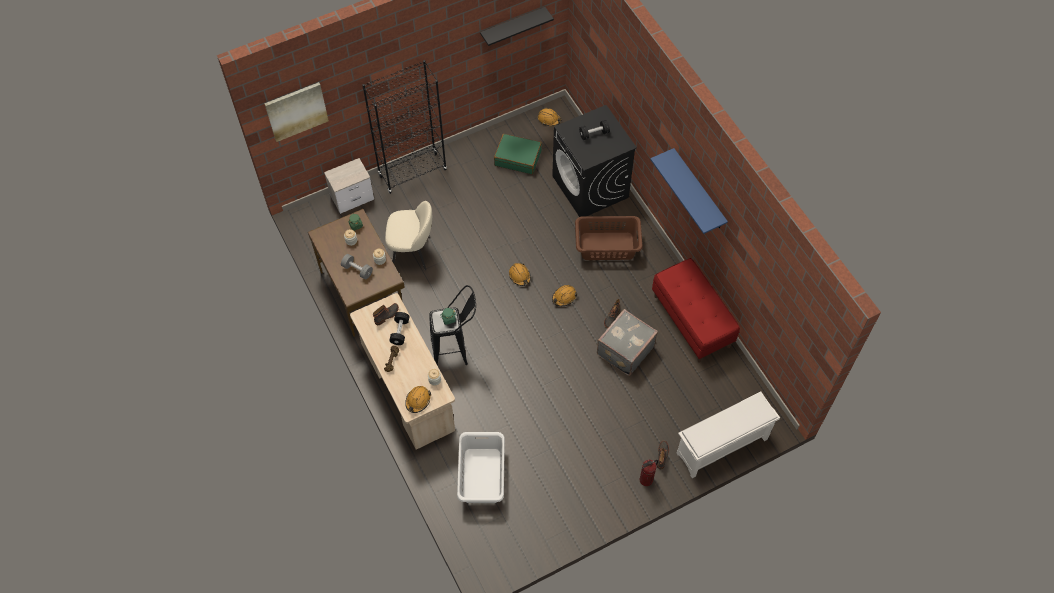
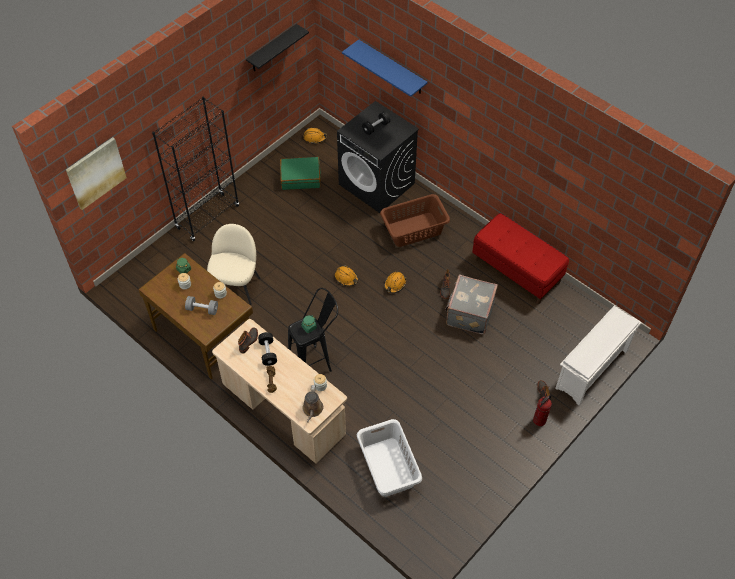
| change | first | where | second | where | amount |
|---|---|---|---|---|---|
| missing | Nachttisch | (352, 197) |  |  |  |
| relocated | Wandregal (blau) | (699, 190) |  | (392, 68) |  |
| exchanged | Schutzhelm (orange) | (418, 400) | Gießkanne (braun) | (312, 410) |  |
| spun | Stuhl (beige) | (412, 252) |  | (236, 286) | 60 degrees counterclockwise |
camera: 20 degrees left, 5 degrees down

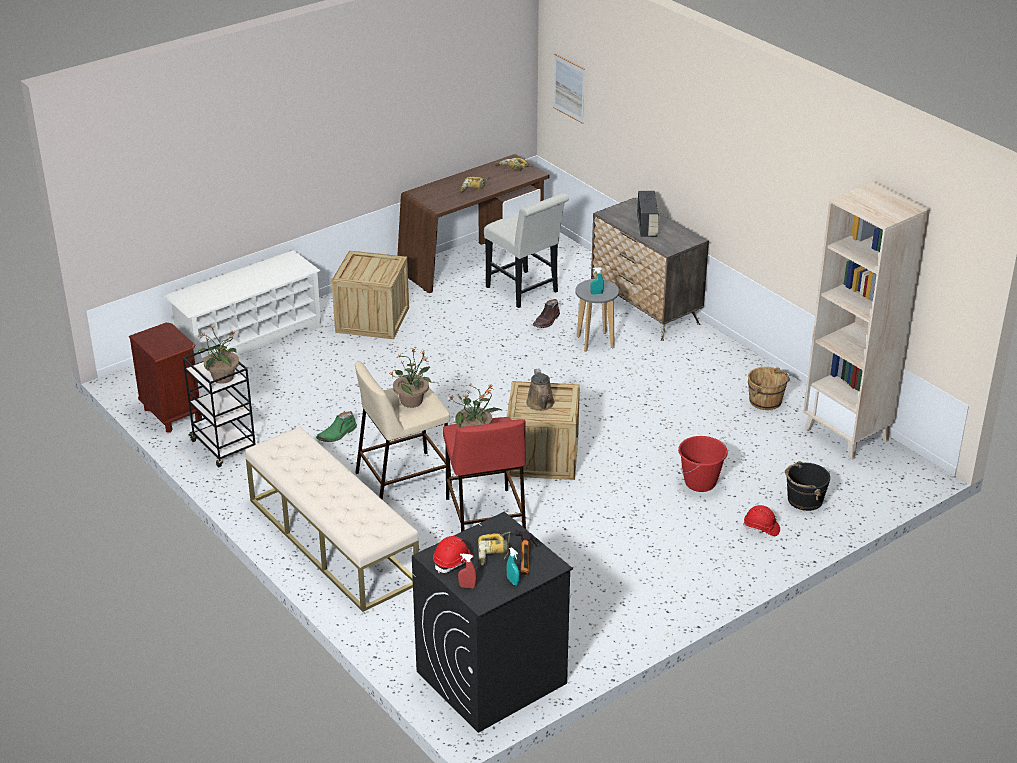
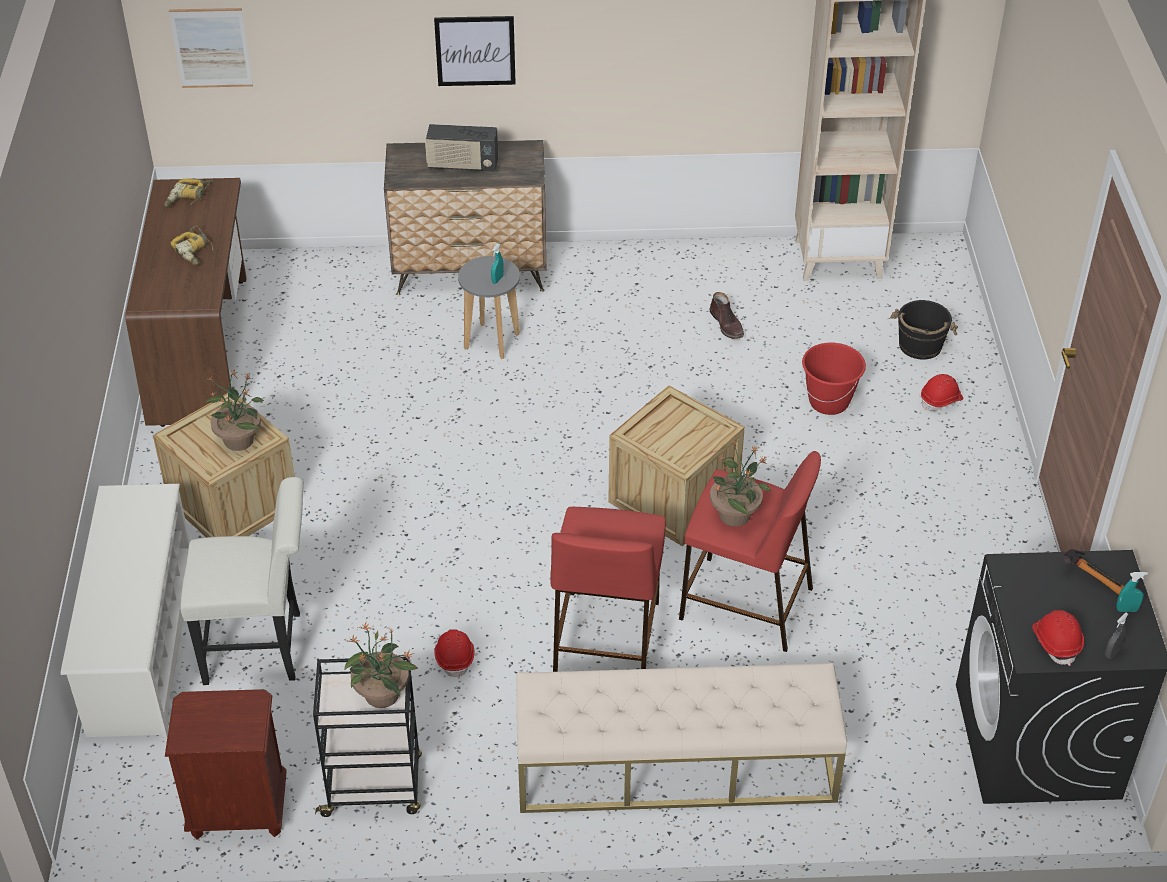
| change | first | where | second | where | amount |
|---|---|---|---|---|---|
| missing | Bohrmaschine | (494, 553) |  |  |  |
| missing | Gießkanne (braun) | (541, 404) |  |  |  |
| missing | Eimer (braun) | (766, 401) |  |  |  |
| appeared |  |  | Bild | (475, 50) |  |
| relocated | Topfpflanze | (412, 401) |  | (239, 439) |  |
| relocated | Stuhl (weiß) | (525, 291) |  | (262, 647) |  |
| relocated | Stiefel (braun) | (546, 321) |  | (727, 324) |  |
| exchanged | Stiefel (grün) | (337, 434) | Schutzhelm (rot) | (455, 657) |  |
| colour | Hocker (beige) | (404, 478) | Hocker (rot) | (606, 638) |  |
| colour | Sprühflasche (rot) | (467, 586) | Sprühflasche (grau) | (1112, 652) |  |
| spun | Radio | (647, 226) |  | (462, 165) | 150 degrees clockwise |
camera: 55 degrees left, 10 degrees up

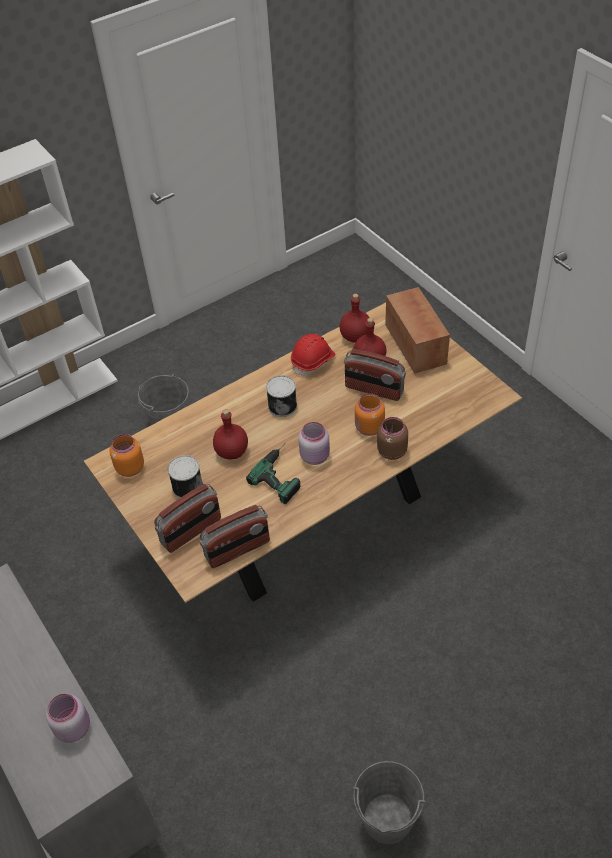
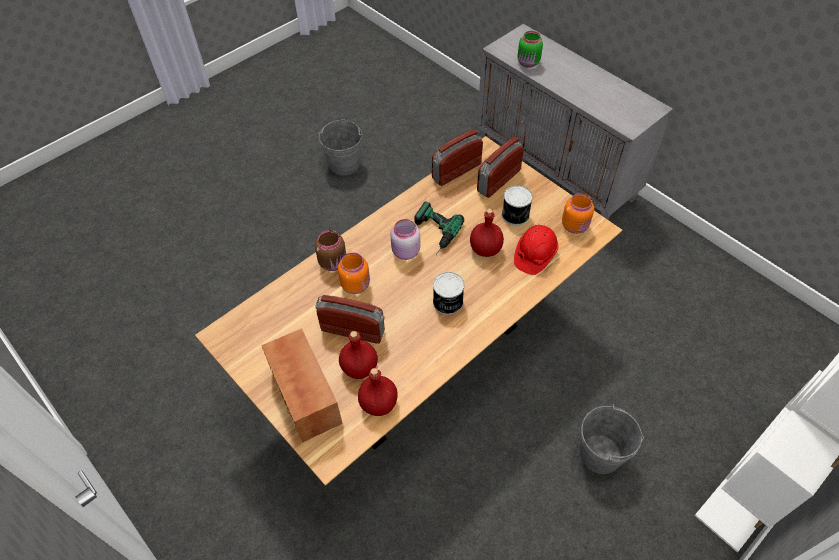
| change | first | where | second | where | amount |
|---|---|---|---|---|---|
| relocated | Schutzhelm (rot) | (313, 361) |  | (534, 255) |  |
| colour | Vorratsglas (rosa) | (73, 727) | Vorratsglas (grün) | (528, 63) |  |
camera: 170 degrees right, 5 degrees up

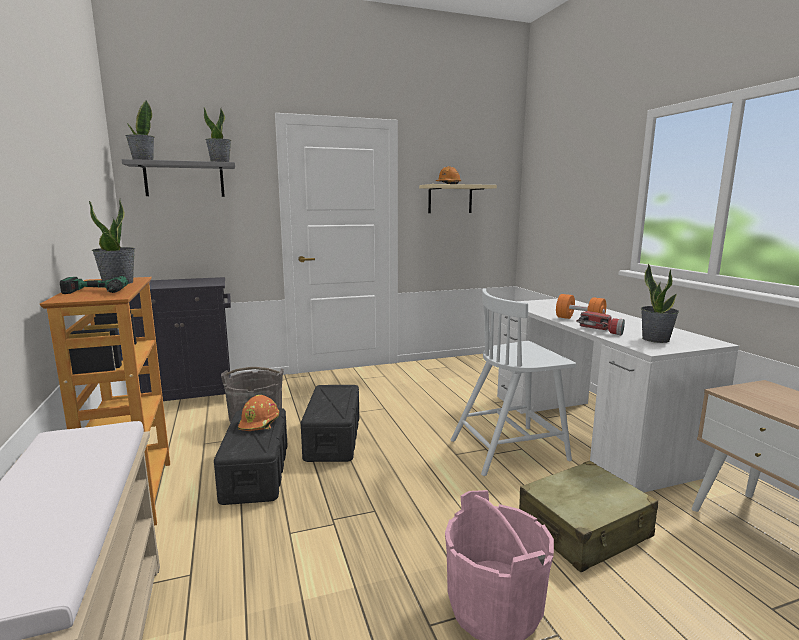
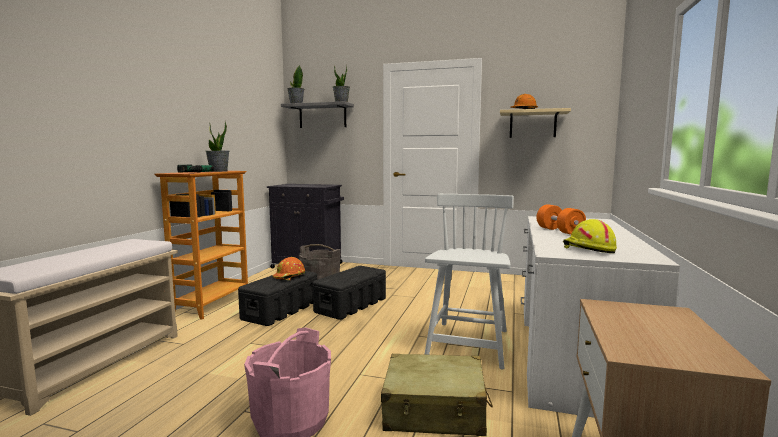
| change | first | where | second | where | amount |
|---|---|---|---|---|---|
| missing | Taschenlampe | (601, 330) |  |  |  |
| exchanged | Topfpflanze | (655, 339) | Schutzhelm (gelb) | (588, 249) |  |
| spun | Stuhl (weiß) | (510, 449) |  | (468, 345) | 90 degrees clockwise |
camera: 35 degrees right, 5 degrees down

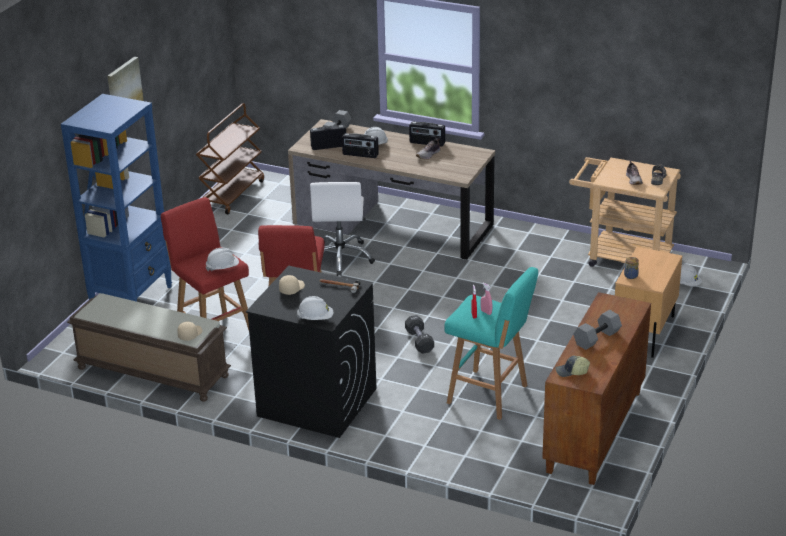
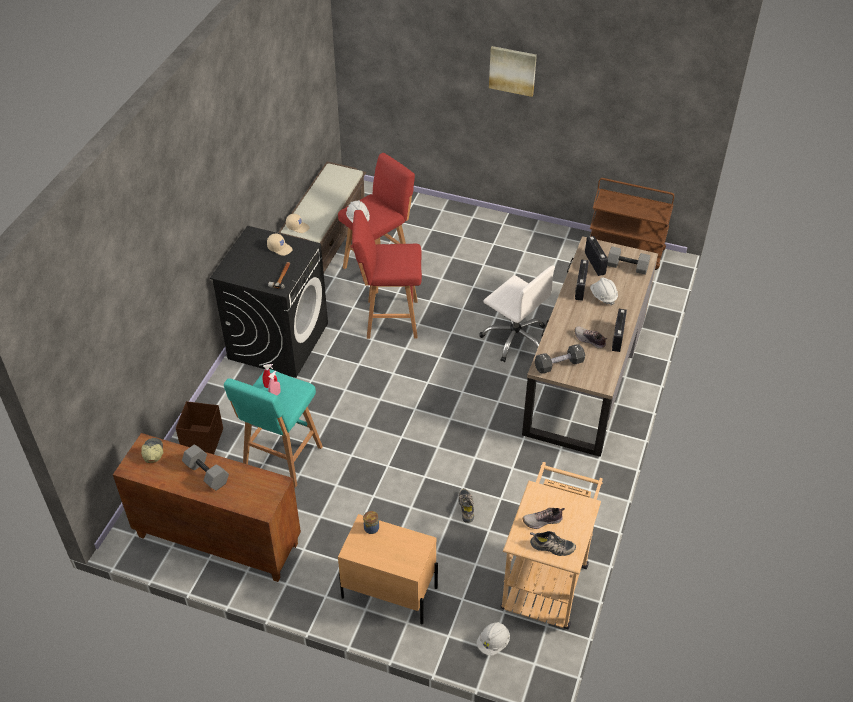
| change | first | where | second | where | amount |
|---|---|---|---|---|---|
| missing | Bücherregal (blau) | (132, 297) |  |  |  |
| missing | Schutzhelm (weiß) | (315, 318) |  |  |  |
| appeared |  |  | Aufbewahrungsbox (braun) | (203, 439) |  |
| appeared |  |  | Schuh | (467, 507) |  |
| relocated | Hantel (schwarz) | (419, 341) |  | (559, 365) |  |
| spun | Bürostuhl (weiß) | (341, 258) |  | (515, 338) | 135 degrees counterclockwise |
camera: 85 degrees right, 15 degrees up

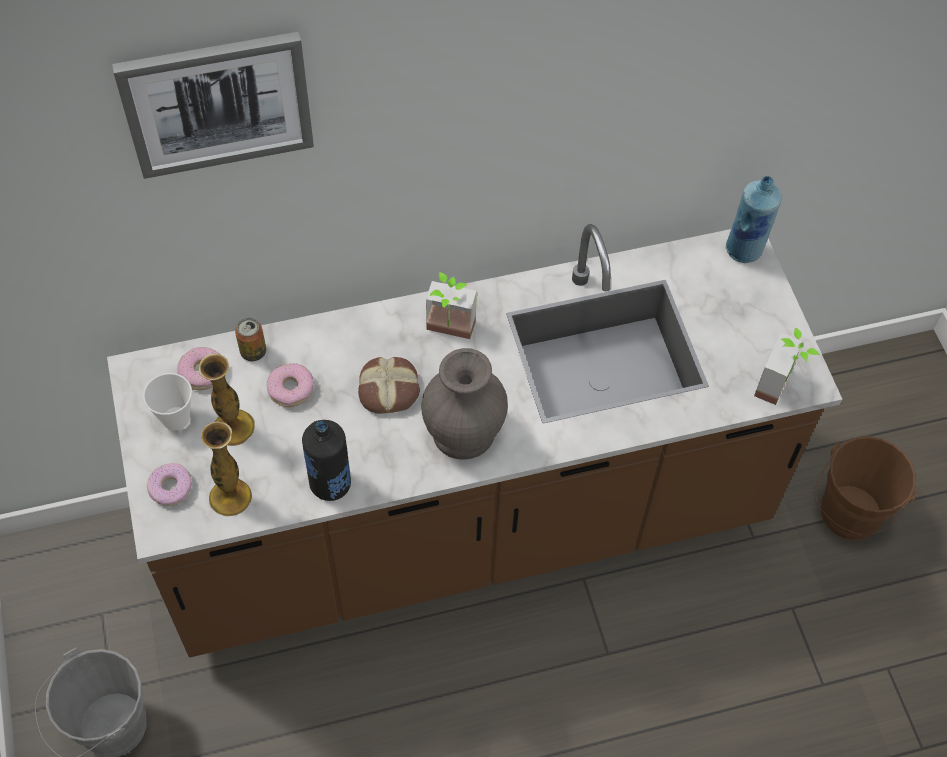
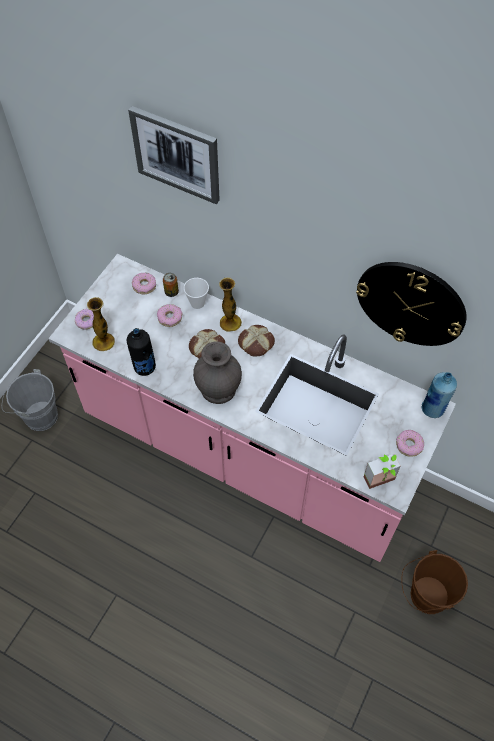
| change | first | where | second | where | amount |
|---|---|---|---|---|---|
| appeared |  |  | Wanduhr | (411, 303) |  |
| appeared |  |  | Donut | (409, 445) |  |
| relocated | Tasse | (175, 418) |  | (197, 303) |  |
| relocated | Vase | (233, 427) |  | (230, 322) |  |
| exchanged | Topfpflanze | (448, 333) | Brot | (256, 343) |  |
| colour | Küchenzeile (braun) | (468, 527) | Küchenzeile (rosa) | (247, 454) |  |
camera: 45 degrees right, 0 degrees up

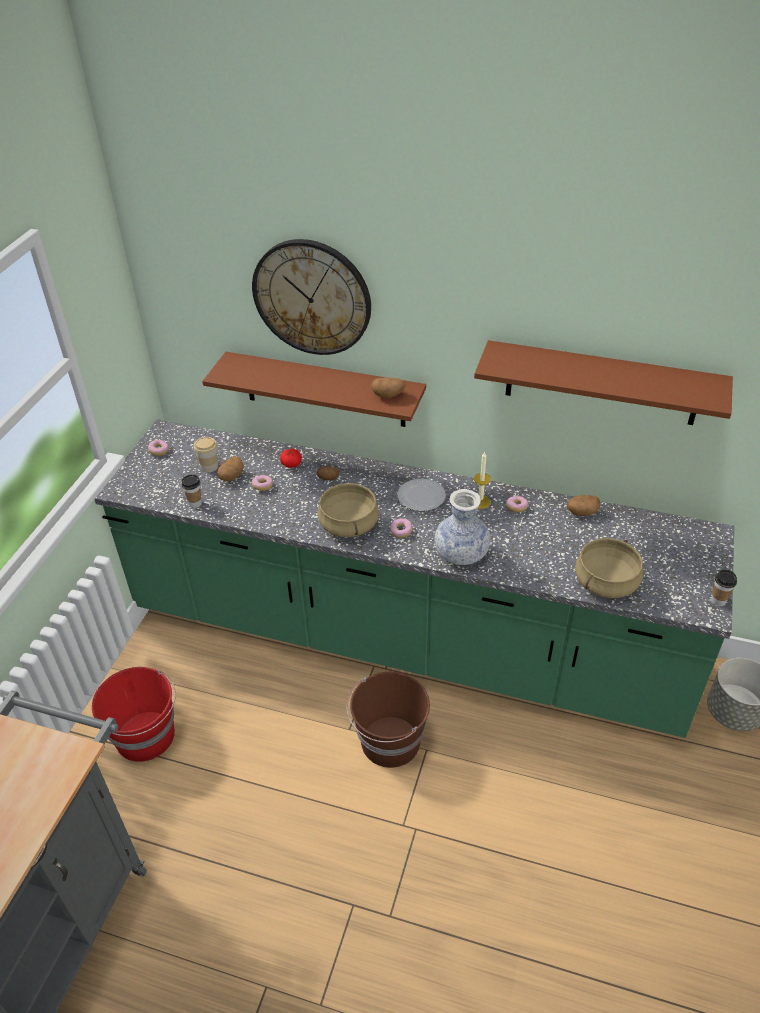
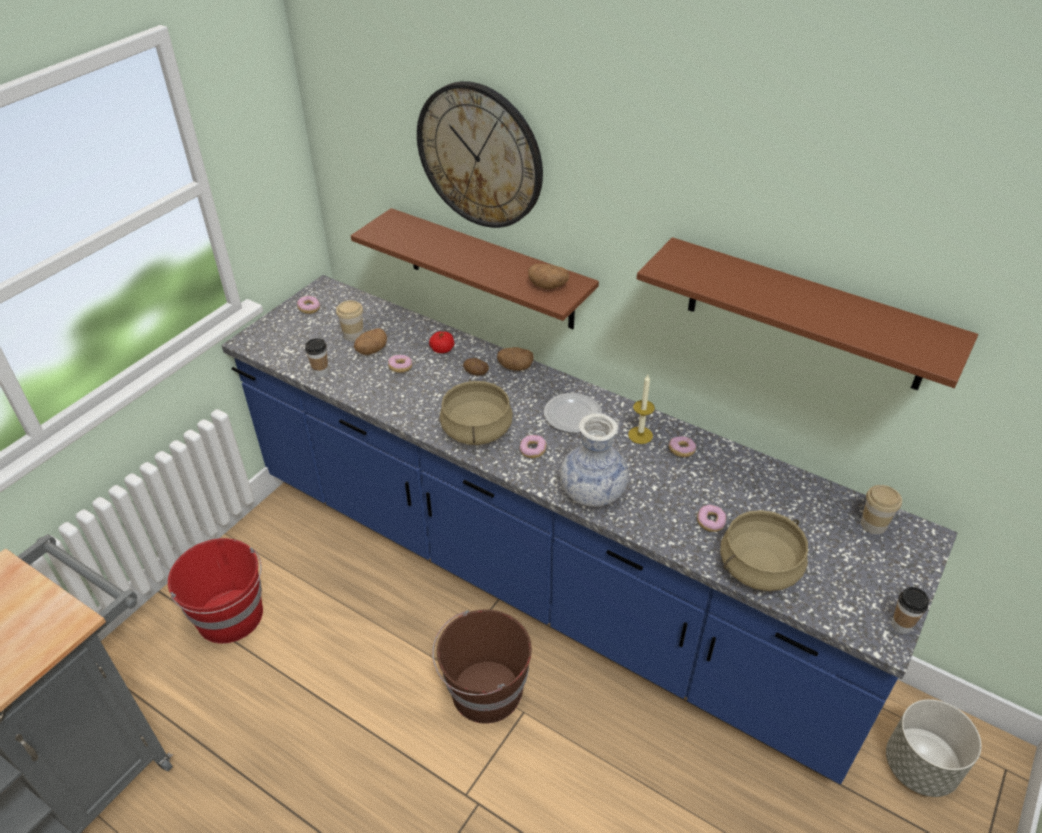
| change | first | where | second | where | amount |
|---|---|---|---|---|---|
| appeared |  |  | Donut | (710, 522) |  |
| appeared |  |  | Tasse | (873, 524) |  |
| relocated | Kartoffel | (581, 512) |  | (515, 367) |  |
| colour | Küchenzeile (grün) | (383, 635) | Küchenzeile (blau) | (521, 566) |  |
camera: 15 degrees right, 0 degrees up

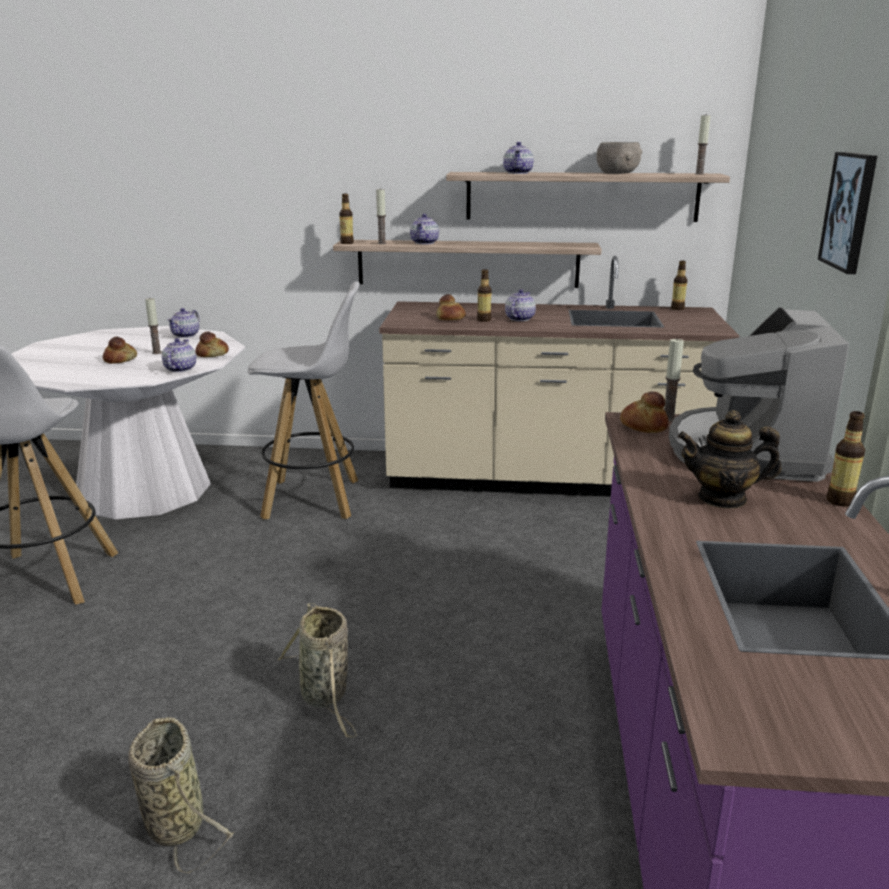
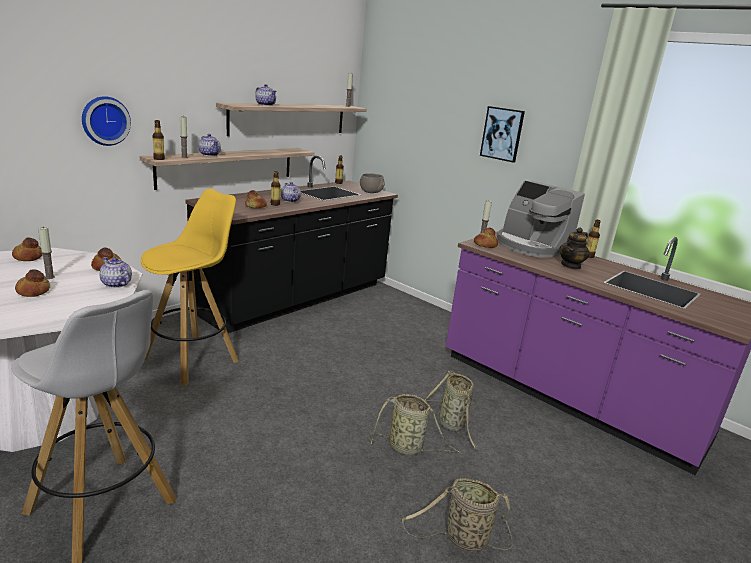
| change | first | where | second | where | amount |
|---|---|---|---|---|---|
| appeared |  |  | Wanduhr | (105, 120) |  |
| appeared |  |  | Korb | (452, 425) |  |
| relocated | Schüssel (grau) | (617, 173) |  | (371, 192) |  |
| exchanged | Teekanne | (186, 335) | Brot | (28, 257) |  |
| colour | Hocker (weiß) | (314, 499) | Hocker (gelb) | (192, 359) |  |
| colour | Küchenzeile (beige) | (545, 480) | Küchenzeile (schwarz) | (297, 299) |  |
camera: 55 degrees left, 0 degrees up

